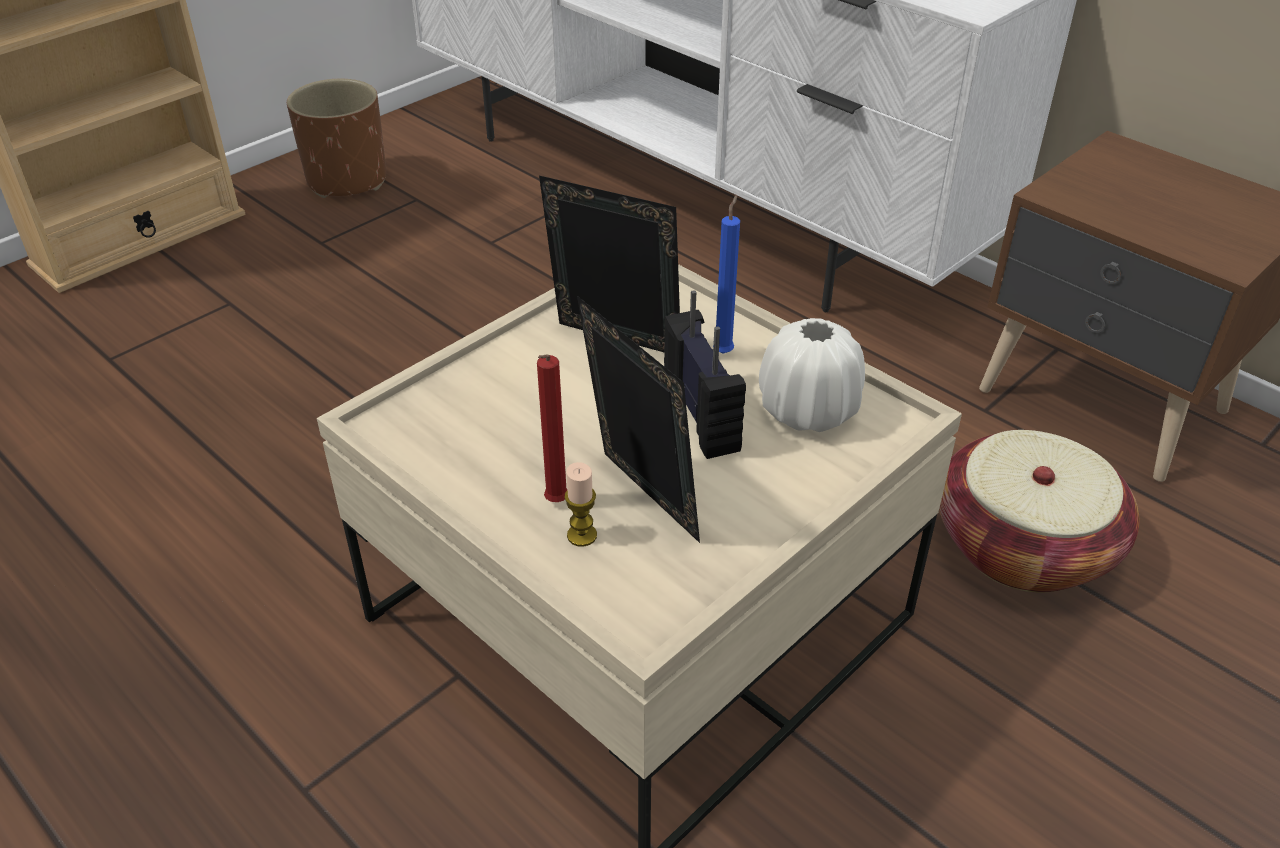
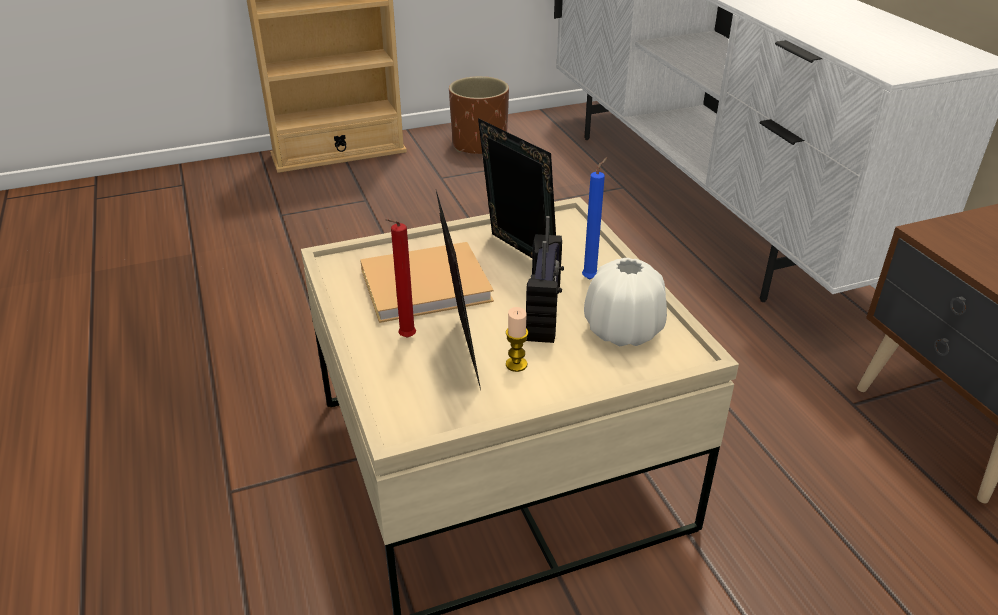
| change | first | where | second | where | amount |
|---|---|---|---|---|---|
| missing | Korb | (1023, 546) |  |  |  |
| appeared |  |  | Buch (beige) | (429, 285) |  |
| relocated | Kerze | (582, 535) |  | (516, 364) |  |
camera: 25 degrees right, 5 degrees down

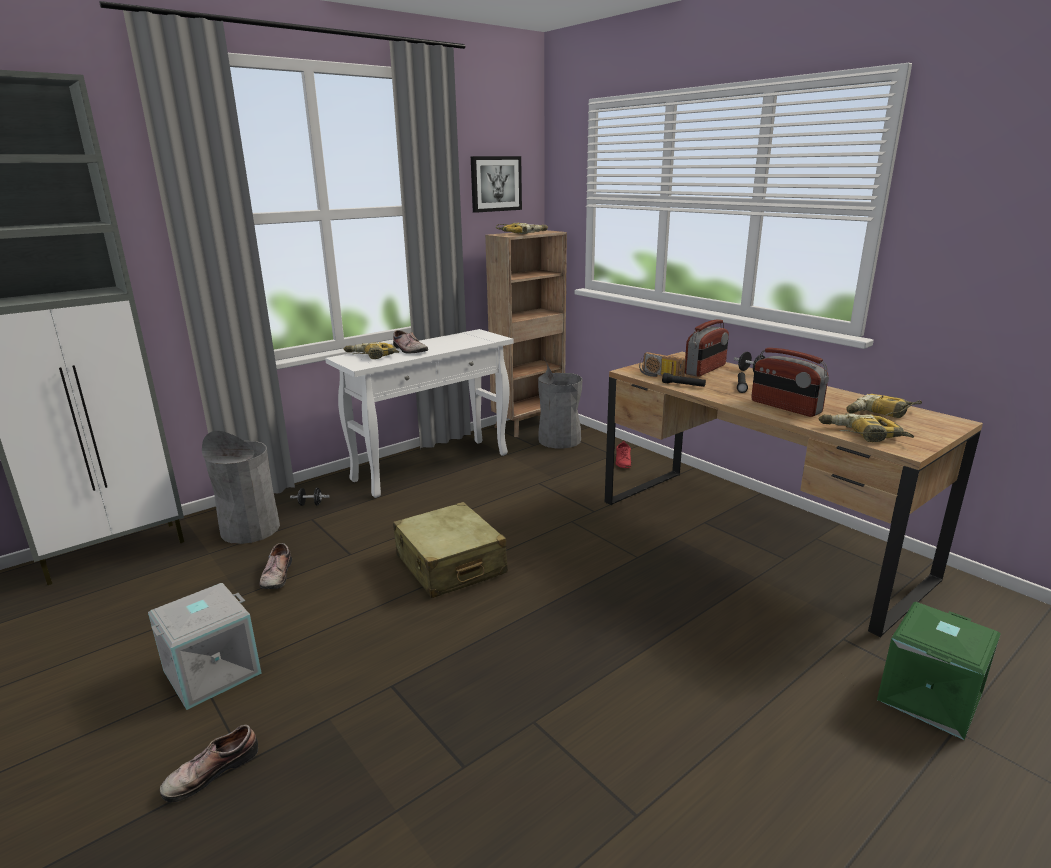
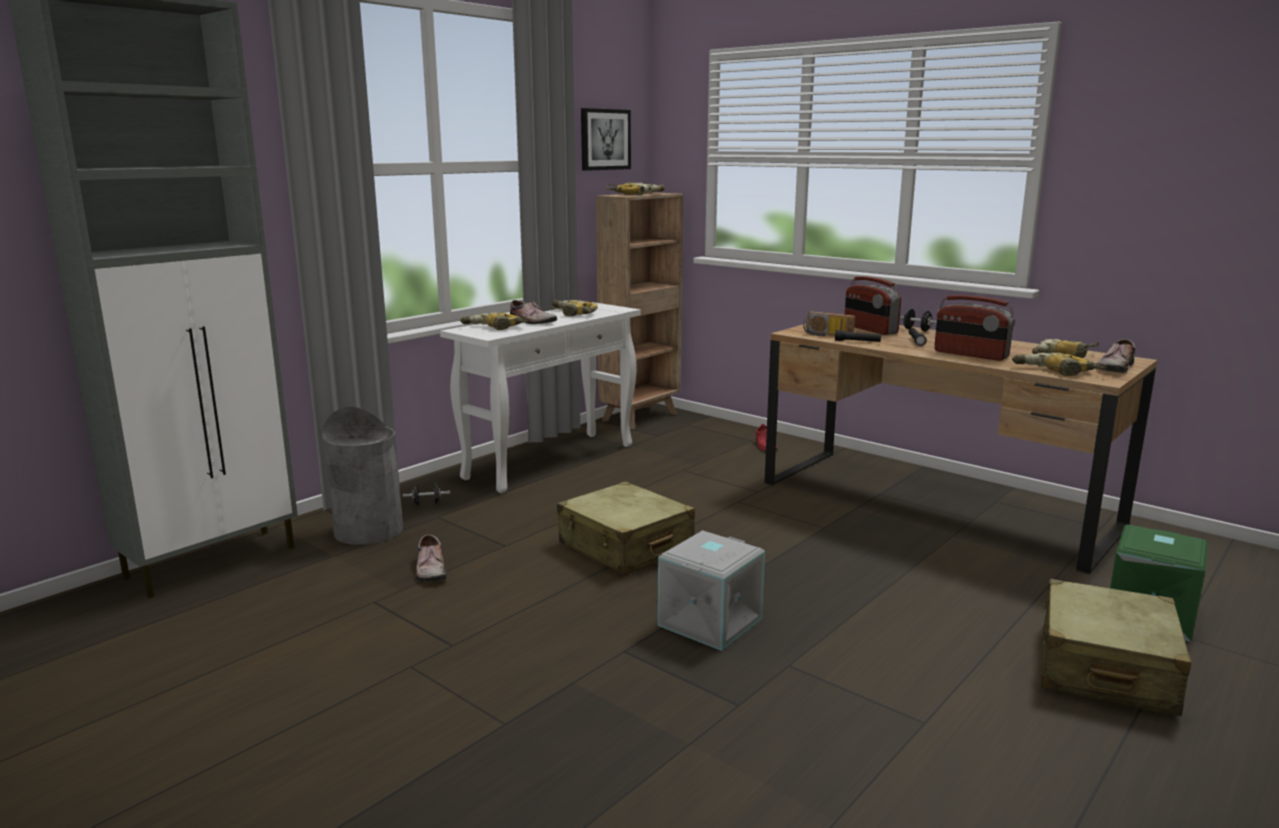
| change | first | where | second | where | amount |
|---|---|---|---|---|---|
| missing | Mülleimer (grau) | (559, 440) |  |  |  |
| appeared |  |  | Bohrmaschine | (571, 314) |  |
| appeared |  |  | Koffer (beige) | (1105, 669) |  |
| relocated | Aufbewahrungsbox (grau) | (212, 671) |  | (709, 621) |  |
| relocated | Schuh | (210, 770) |  | (1113, 367) |  |
| spun | Radio | (705, 369) |  | (869, 329) | 120 degrees clockwise |
camera: 10 degrees left, 5 degrees down

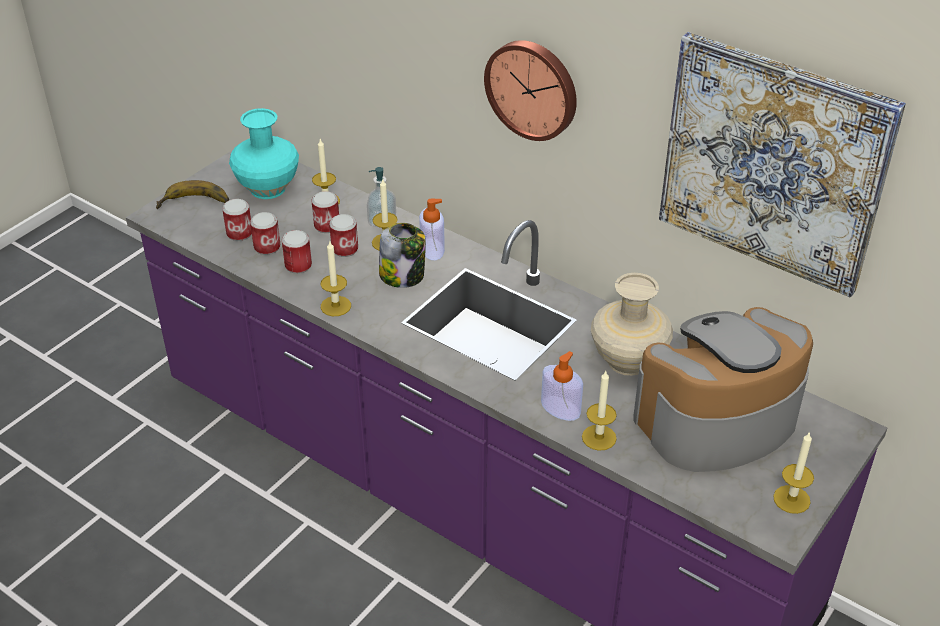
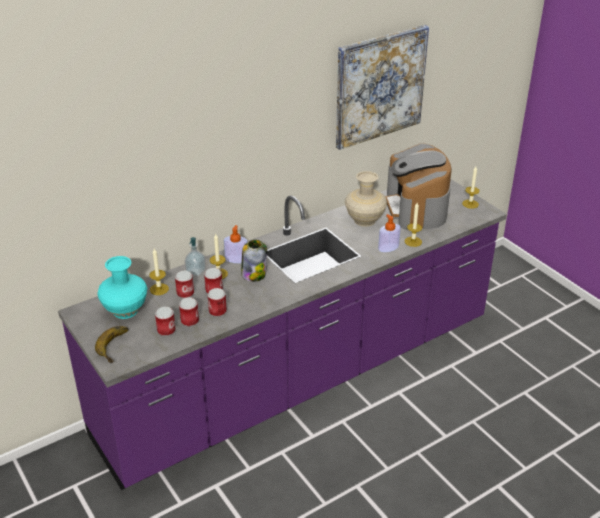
| change | first | where | second | where | amount |
|---|---|---|---|---|---|
| missing | Kerze | (335, 306) |  |  |  |
| missing | Wanduhr | (533, 88) |  |  |  |
camera: 70 degrees left, 5 degrees down

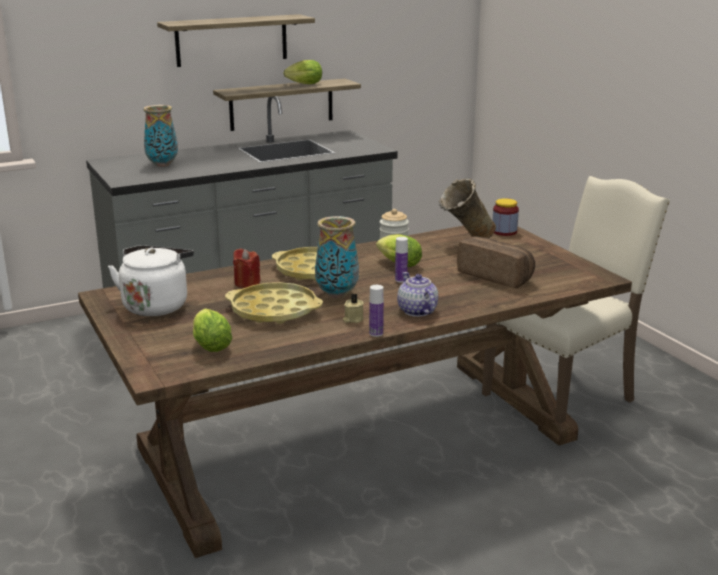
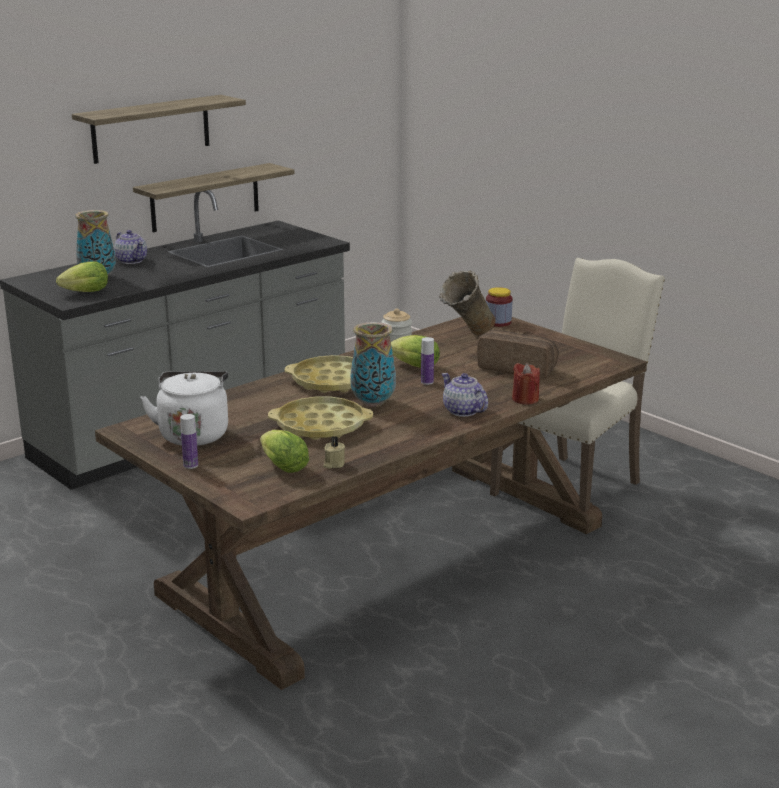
| change | first | where | second | where | amount |
|---|---|---|---|---|---|
| appeared |  |  | Teekanne | (131, 260) |  |
| relocated | Kerze (rot) | (247, 283) |  | (525, 399) |  |
| relocated | Salatkopf | (303, 84) |  | (83, 293) |  |
| relocated | Kerze (beige) | (353, 319) |  | (333, 464) |  |
| relocated | Flasche | (376, 333) |  | (190, 465) |  |
camera: 15 degrees left, 0 degrees up

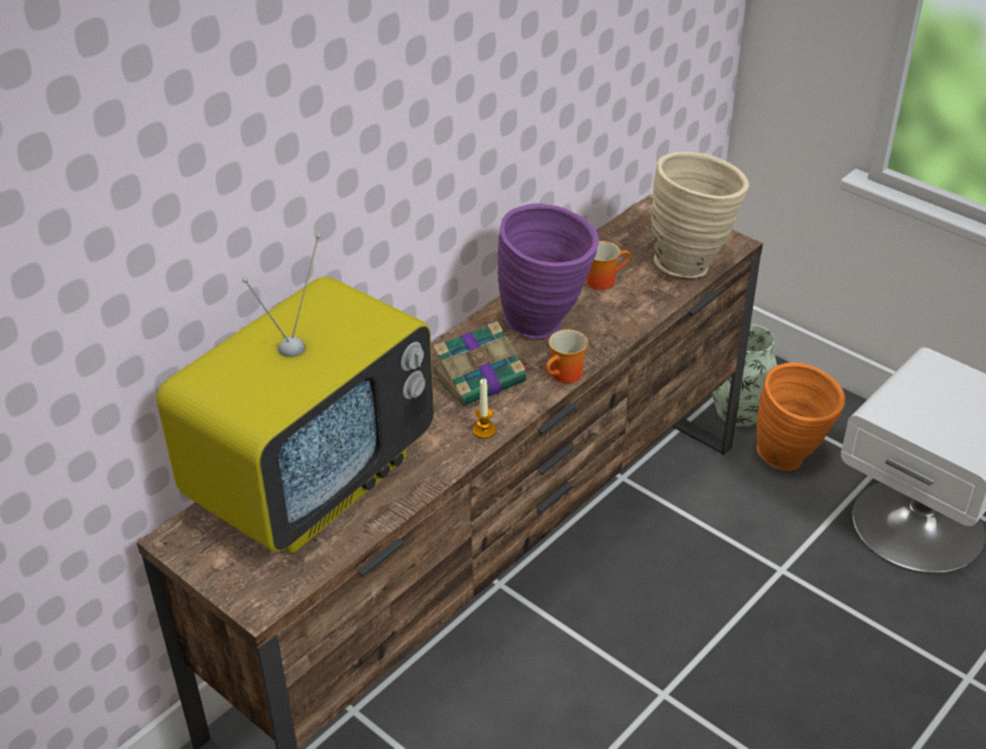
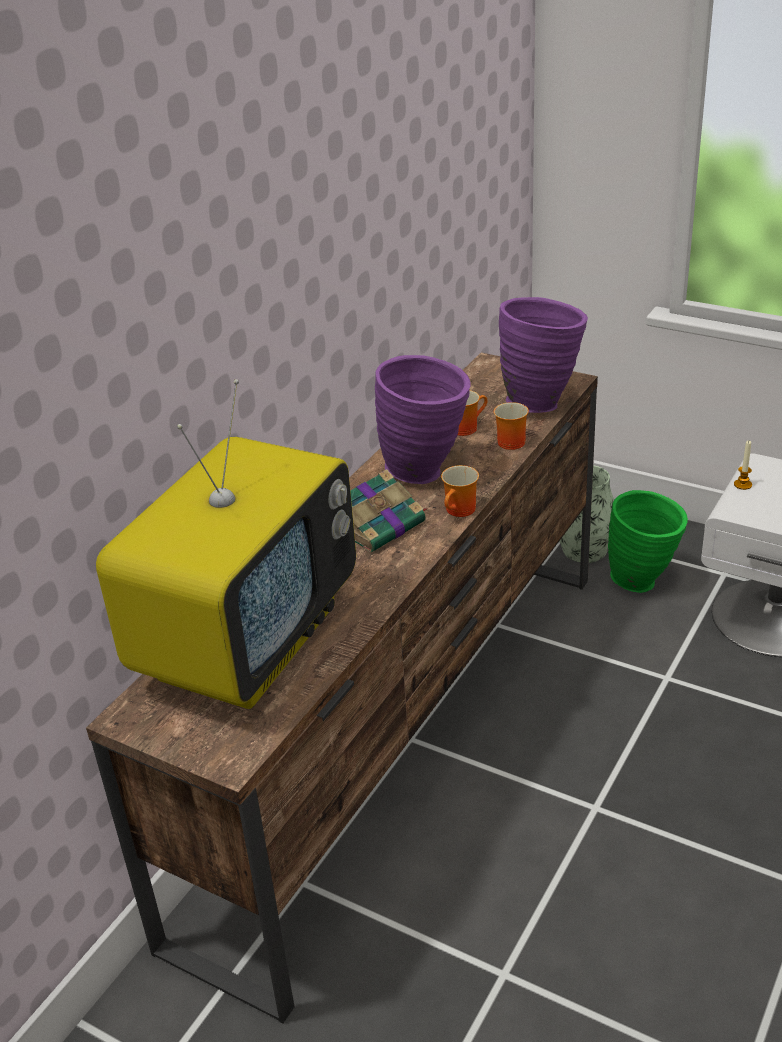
| change | first | where | second | where | amount |
|---|---|---|---|---|---|
| appeared |  |  | Henkelbecher | (507, 441) |  |
| relocated | Kerze | (484, 430) |  | (742, 485) |  |
| colour | Vase (beige) | (692, 263) | Vase (lila) | (541, 401) |  |
| colour | Vase (orange) | (791, 459) | Vase (grün) | (644, 582) |  |
camera: 10 degrees left, 5 degrees down

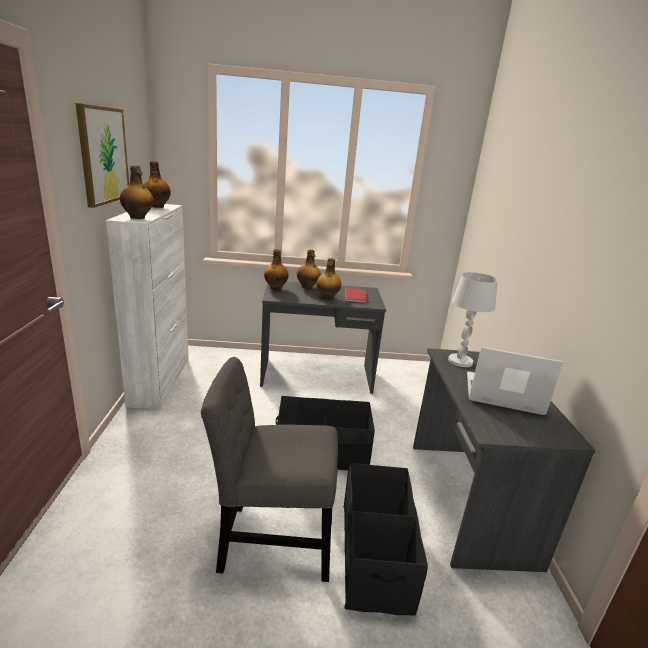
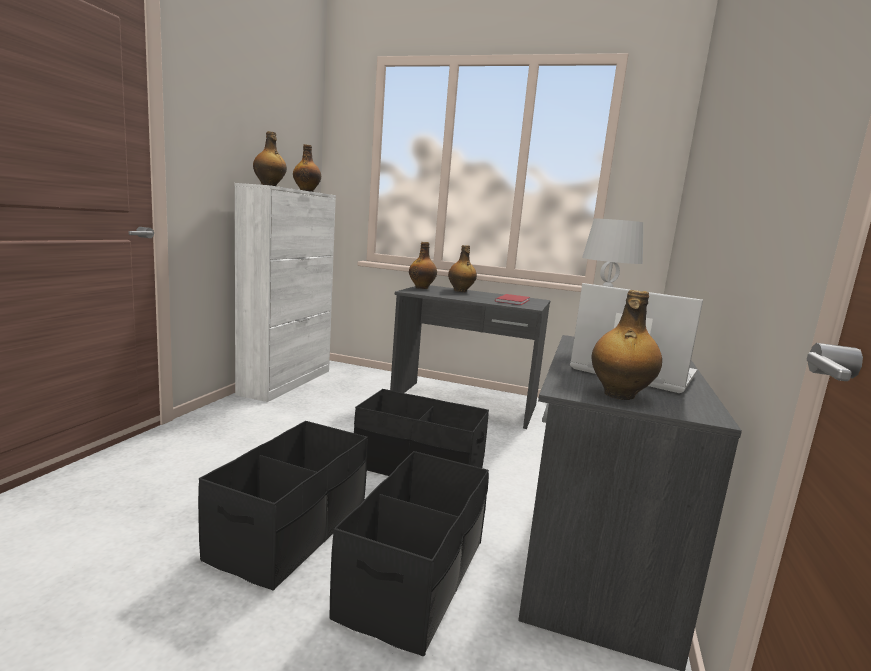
| change | first | where | second | where | amount |
|---|---|---|---|---|---|
| missing | Bild | (103, 155) |  |  |  |
| relocated | Flasche | (327, 297) |  | (619, 395) |  |
| exchanged | Stuhl (grau) | (270, 541) | Aufbewahrungsbox (schwarz) | (291, 530) |  |
camera: 20 degrees right, 10 degrees down

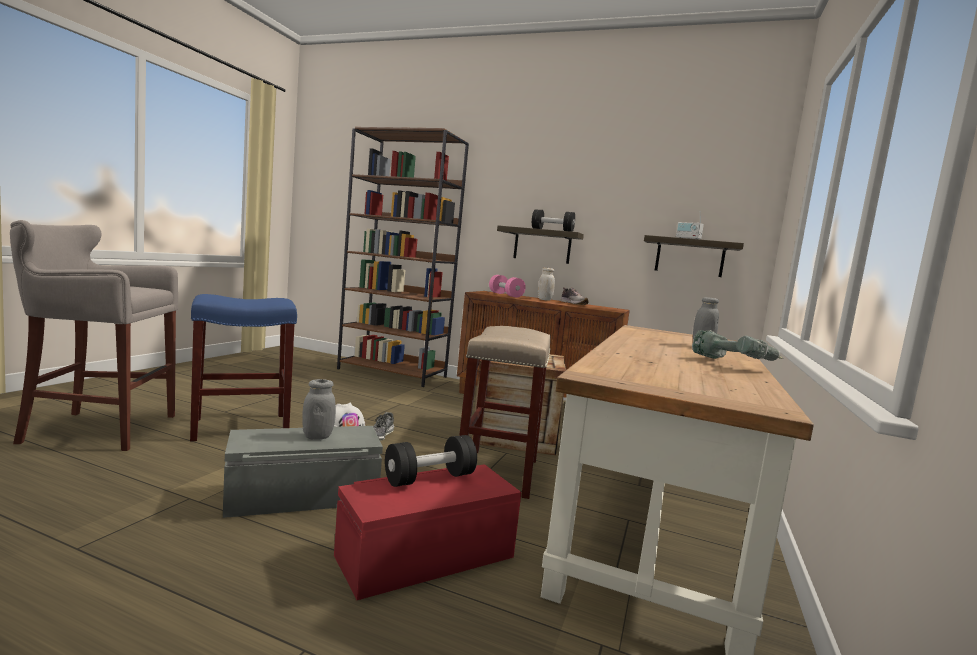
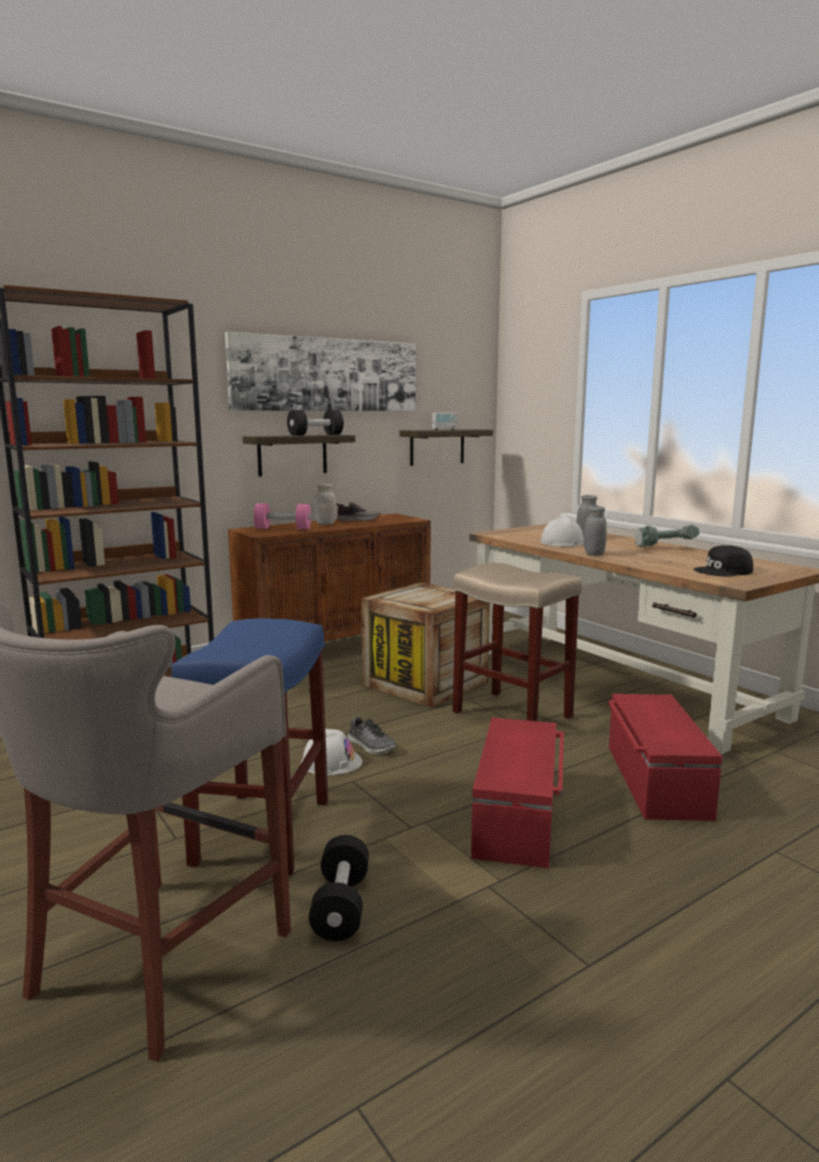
| change | first | where | second | where | amount |
|---|---|---|---|---|---|
| appeared |  |  | Bild | (327, 374) |  |
| appeared |  |  | Schutzhelm (weiß) | (562, 542) |  |
| appeared |  |  | Kappe (schwarz) | (723, 571) |  |
| relocated | Vorratsglas (grau) | (317, 436) |  | (594, 554) |  |
| relocated | Hantel (schwarz) | (429, 478) |  | (341, 906) |  |
| colour | Aufbewahrungsbox (grau) | (303, 496) | Aufbewahrungsbox (rot) | (518, 816) |  |
camera: 55 degrees left, 5 degrees up

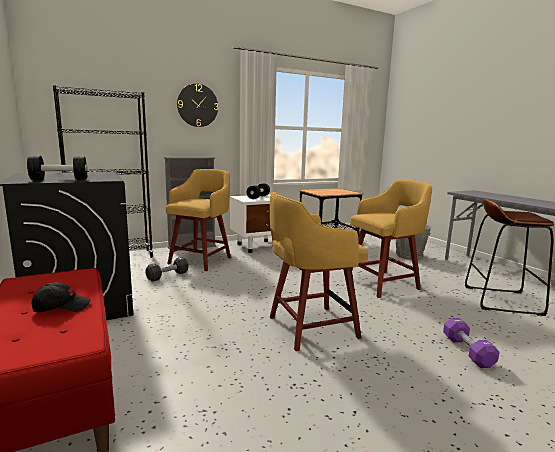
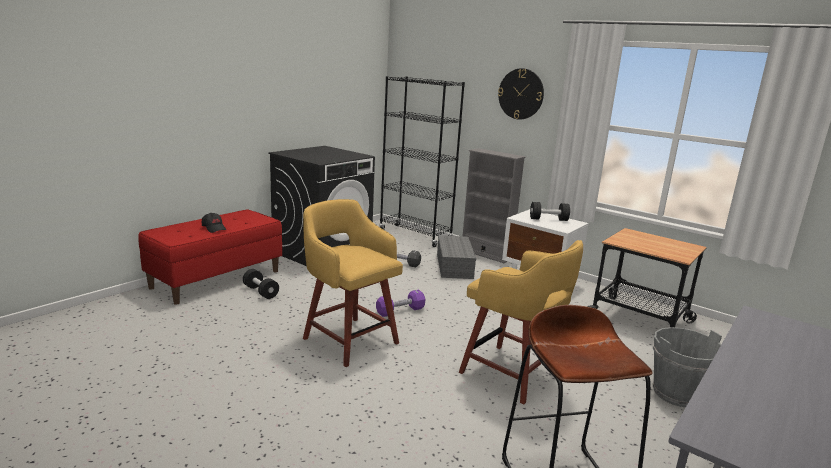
| change | first | where | second | where | amount |
|---|---|---|---|---|---|
| relocated | Hantel (schwarz) | (59, 179) |  | (261, 292) |  |
| relocated | Hantel (lila) | (467, 351) |  | (400, 311) |  |
| exchanged | Hocker (gelb) | (202, 260) | Aufbewahrungsbox (grau) | (455, 266) |  |
camera: 65 degrees right, 5 degrees up

